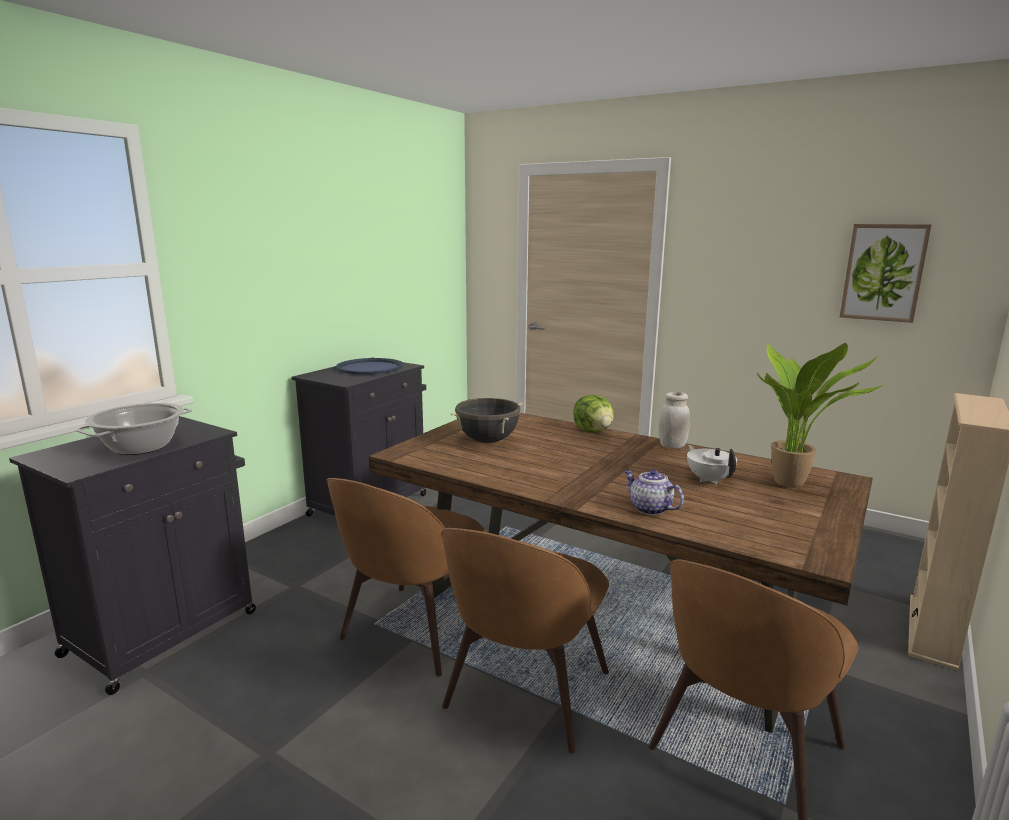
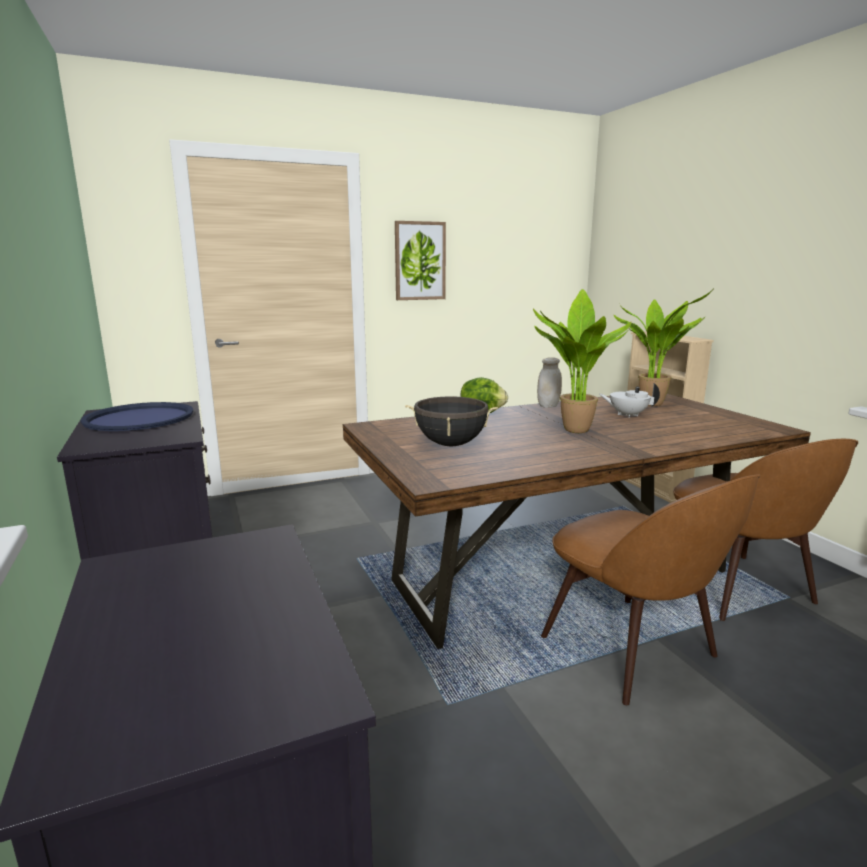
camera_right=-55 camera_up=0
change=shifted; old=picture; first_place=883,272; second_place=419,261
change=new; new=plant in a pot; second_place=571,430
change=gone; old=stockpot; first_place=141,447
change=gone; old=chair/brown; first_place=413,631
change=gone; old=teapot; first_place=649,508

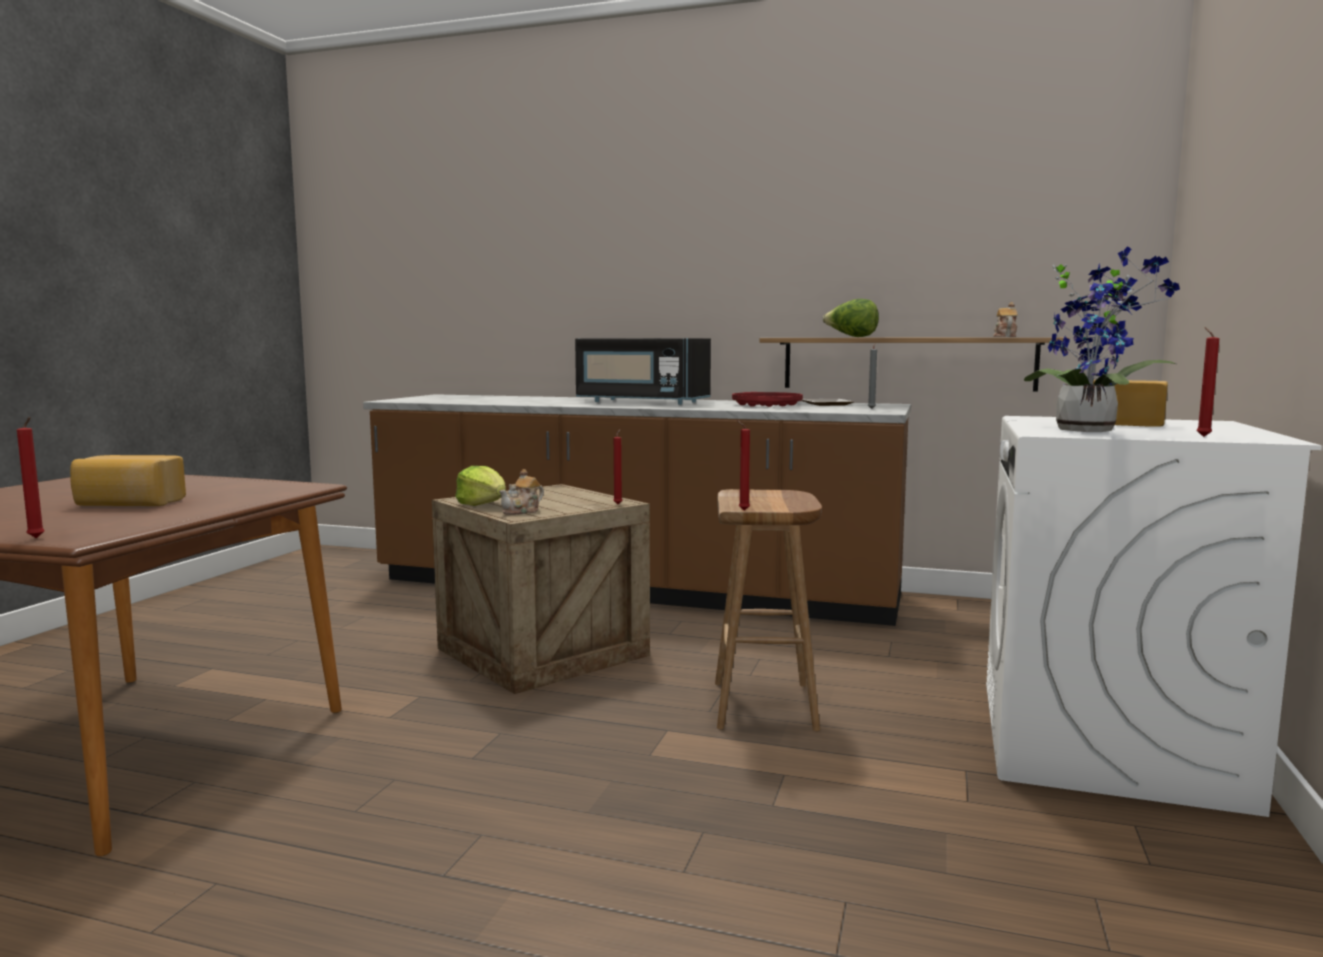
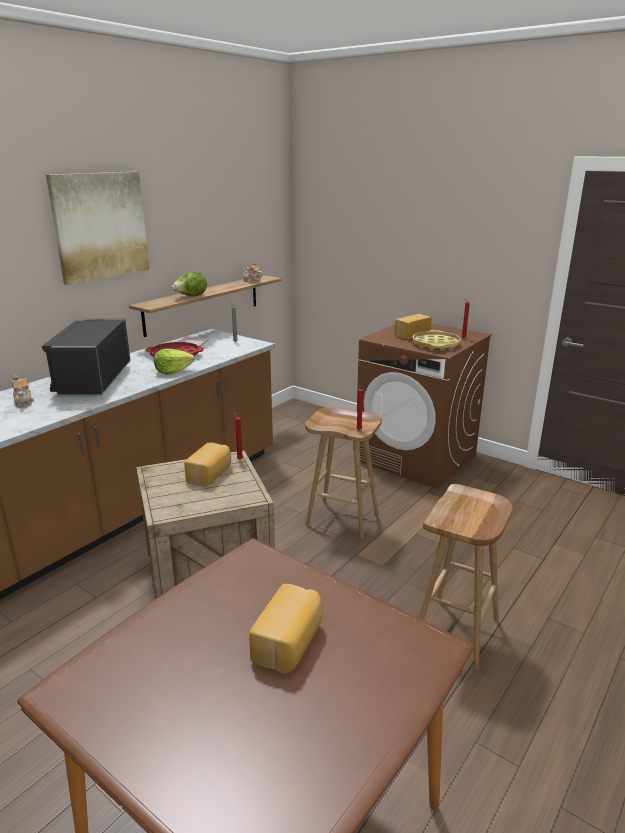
camera_right=-70 camera_up=15
change=shifted; old=teapot; first_place=522,511; second_place=24,402
change=rotated; old=microwave oven/black-coloured; first_place=640,402; second_place=94,381; degrees=135
change=new; new=picture; second_place=100,226
change=shifted; old=head of lettuce; first_place=483,504; second_place=172,371
change=new; new=bakery bread; second_place=210,474
change=repainted; old=laundry appliance/white-coloured; new=laundry appliance/brown; first_place=1106,743; second_place=416,457
change=swapped; old=plant in a pot; new=tray/yellowish; first_place=1090,430; second_place=436,344
change=new; new=stool seat/brown; second_place=456,632
change=gone; old=wax light/reddish; first_place=37,538

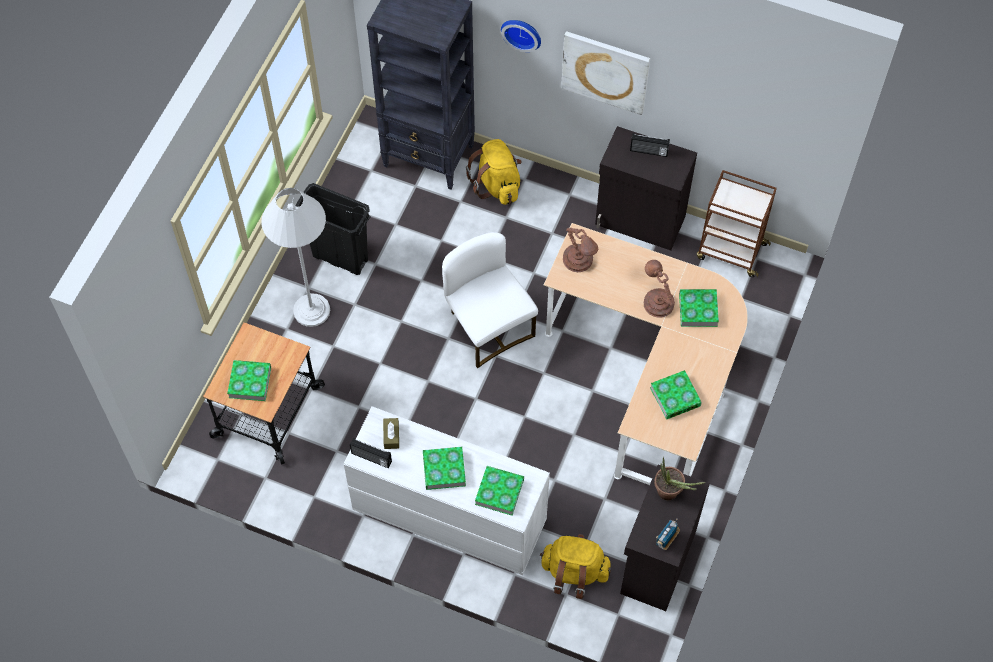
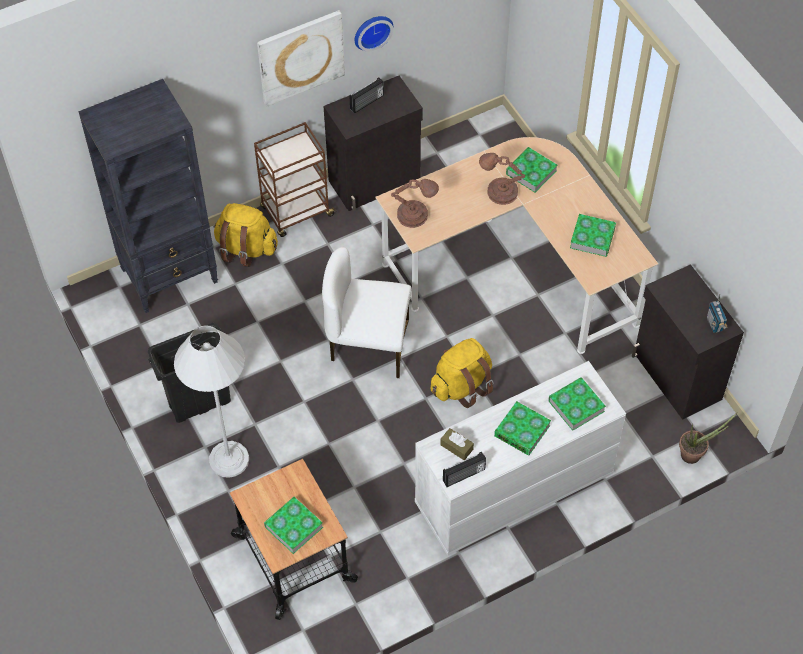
camera_right=-50 camera_up=-5
change=shifted; old=trolley/brown; first_place=730,251; second_place=296,212
change=shifted; old=clock on the wall; first_place=522,32; second_place=372,30
change=shifted; old=knapsack/yellowish; first_place=574,572; second_place=461,386
change=shifted; old=plant in a pot; first_place=671,494; second_place=695,454

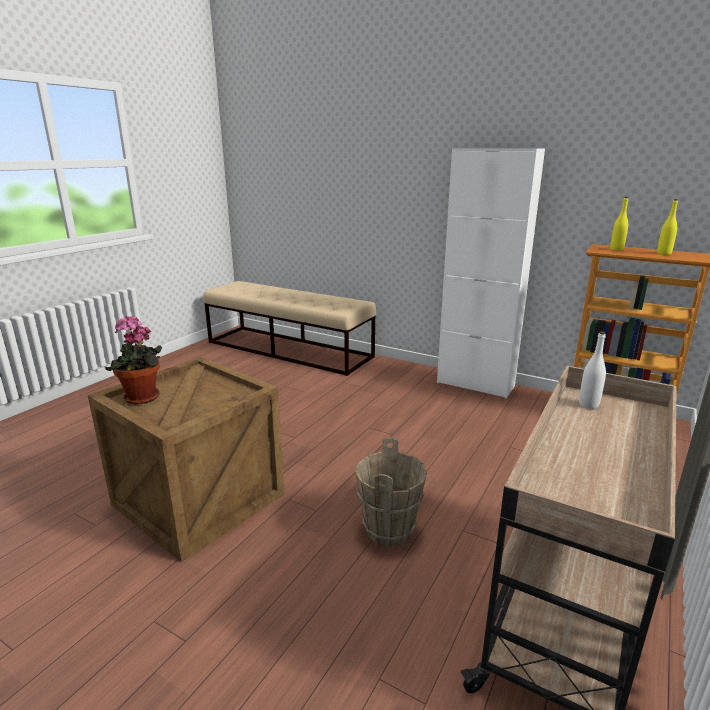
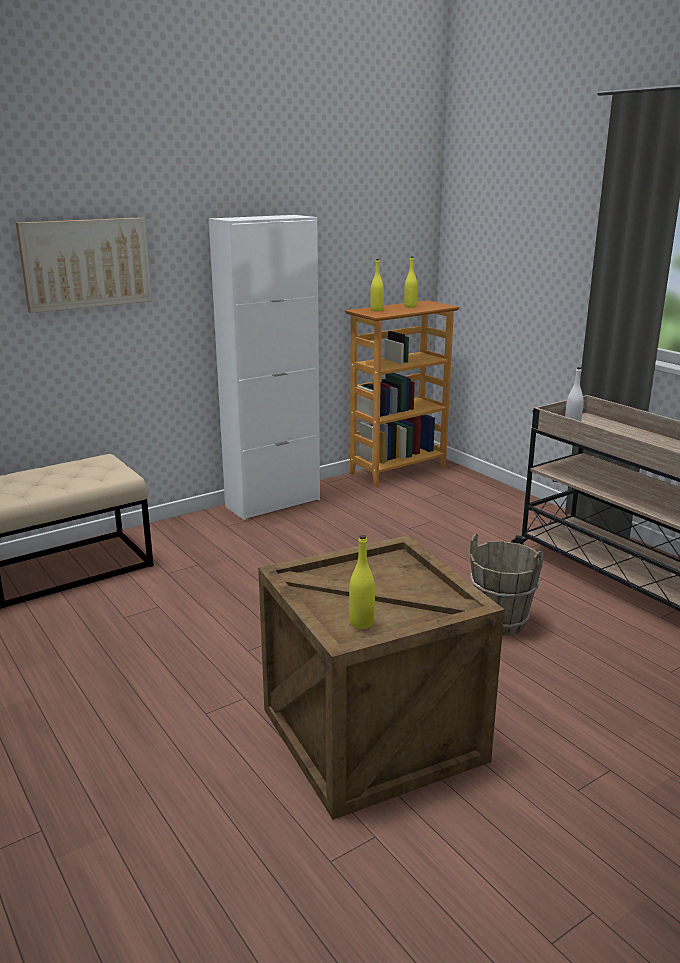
camera_right=-65 camera_up=0
change=new; new=picture; second_place=86,263
change=swapped; old=plant in a pot; new=drink bottle/yellowish; first_place=142,399; second_place=361,623

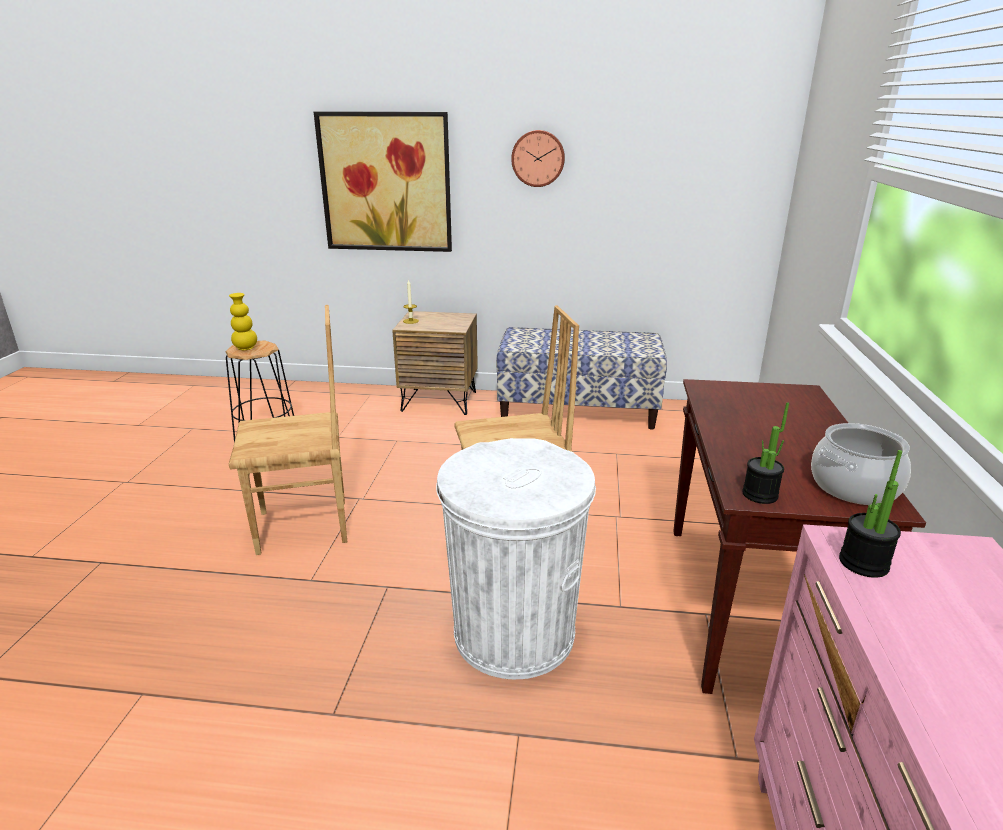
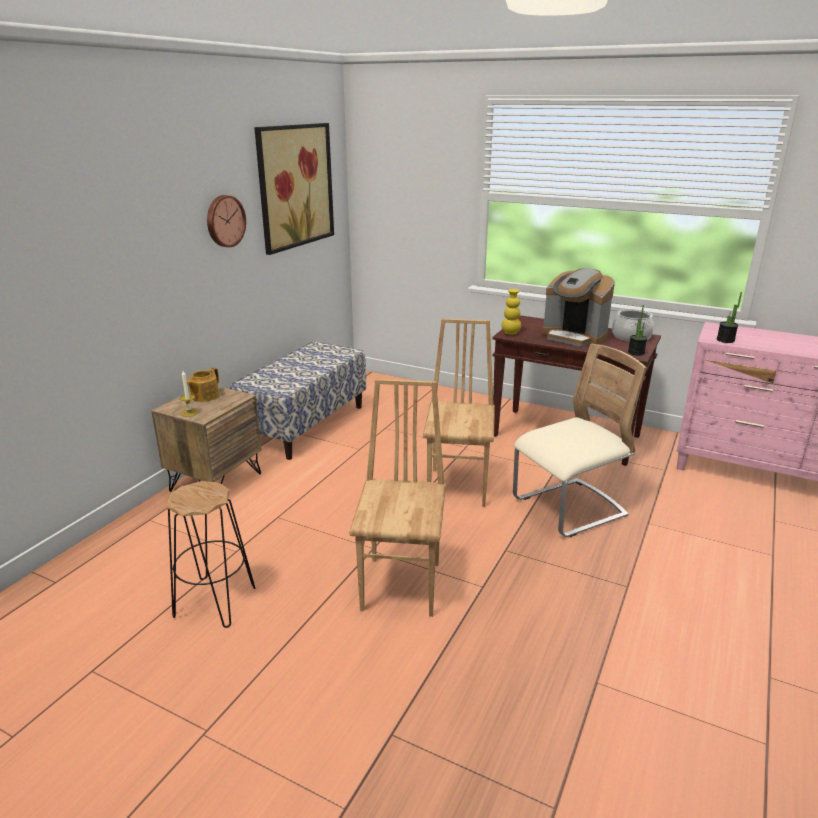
camera_right=-70 camera_up=0
change=new; new=teapot; second_place=204,396
change=shifted; old=picture; first_place=386,183; second_place=295,186
change=shifted; old=vase/yellowish; first_place=246,348; second_place=510,333
change=swapped; old=rubbish bin/white-coloured; new=chair/sand-coloured; first_place=514,633; second_place=569,509
change=new; new=coffee maker; second_place=574,337

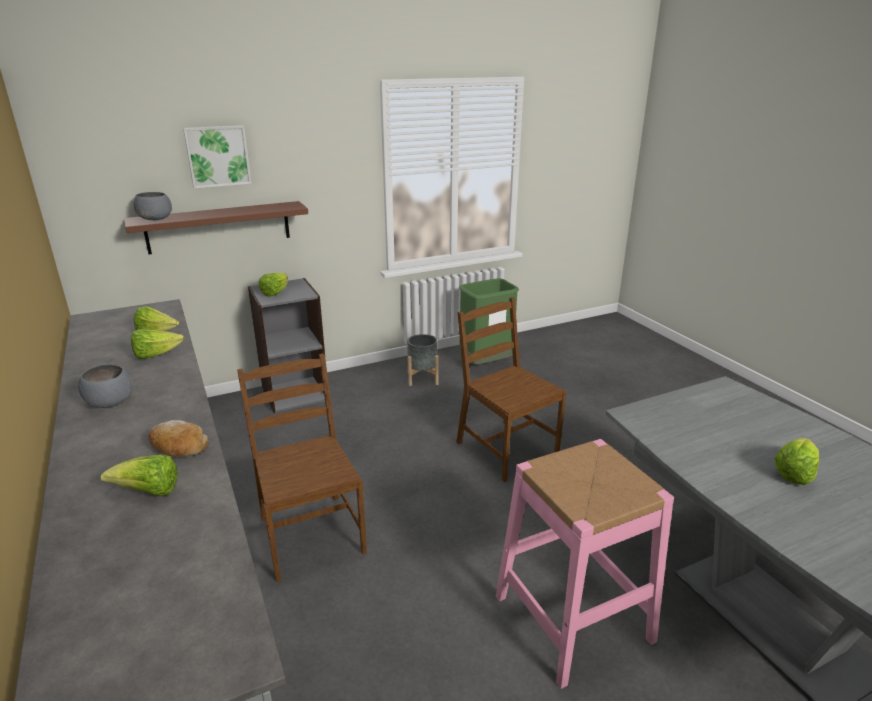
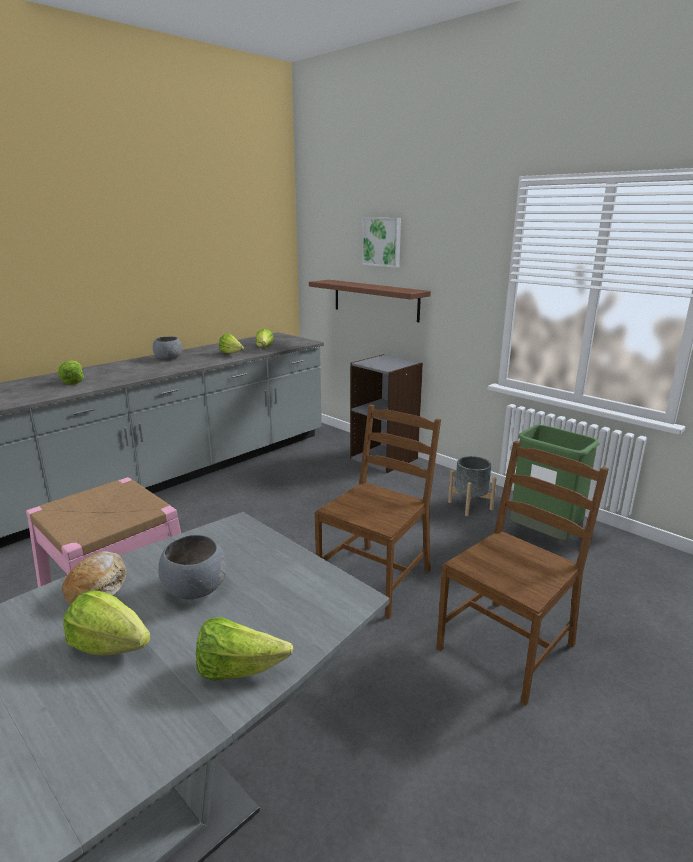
camera_right=70 camera_up=-5
change=shifted; old=bakery bread; first_place=178,447; second_place=98,588
change=shifted; old=bowl/gray; first_place=156,219; second_place=195,589
change=shifted; old=head of lettuce; first_place=275,293; second_place=238,670
change=shifted; old=chair/brown; first_place=310,535; second_place=507,647

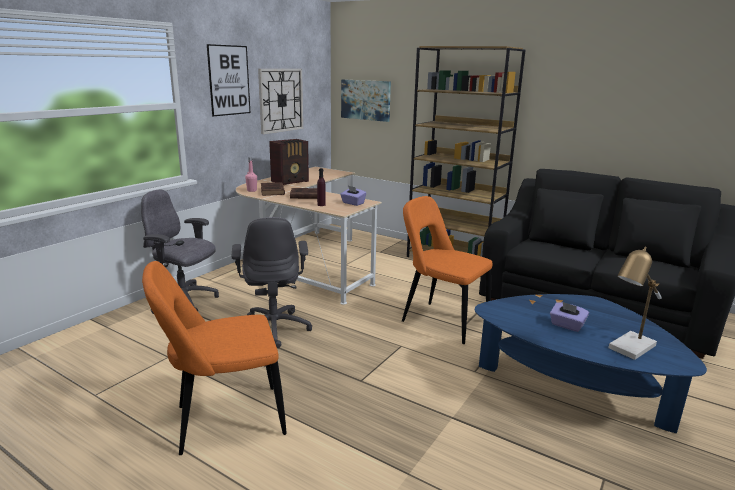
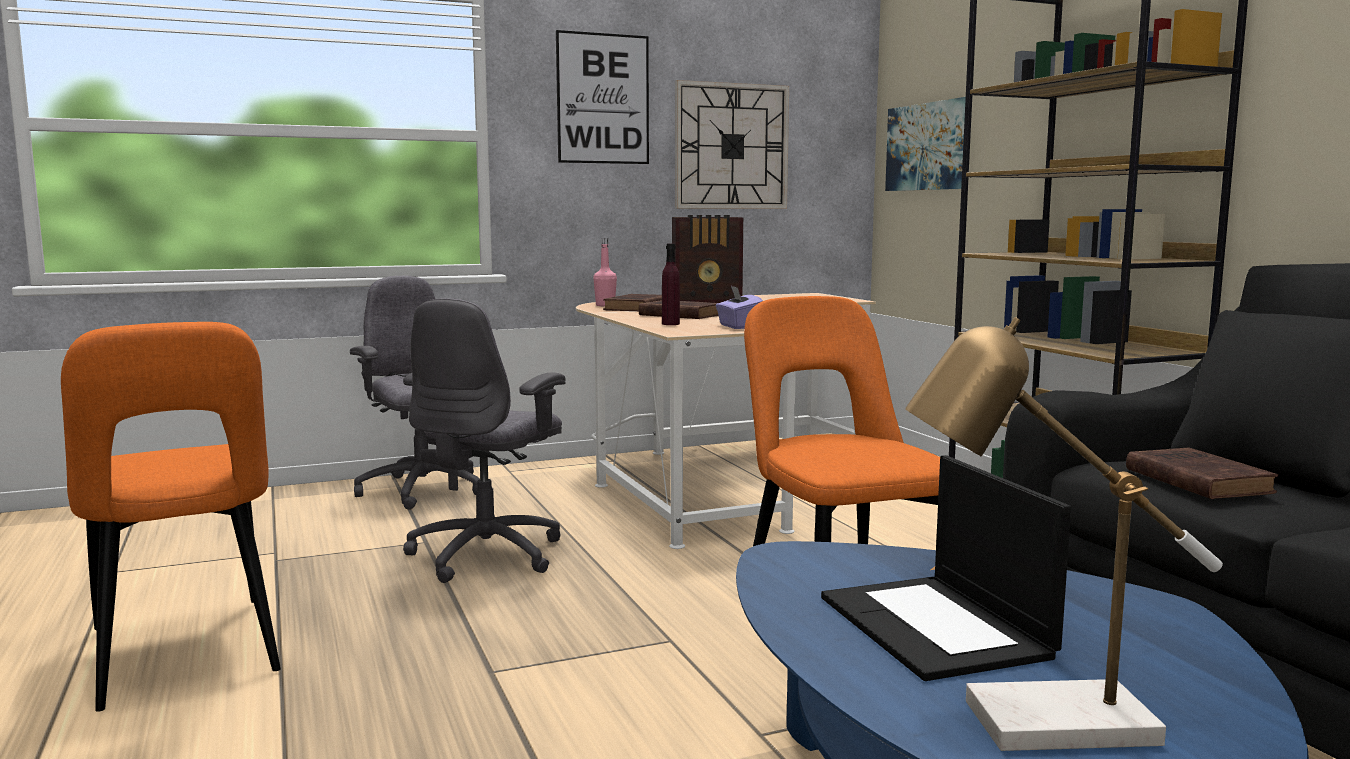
camera_right=35 camera_up=-10
change=rotated; old=chair/orange; first_place=224,421; second_place=185,656; degrees=-135
change=swapped; old=tissue box/purple-coloured; new=notebook computer; first_place=566,325; second_place=937,627
change=new; new=book/brown; second_place=1195,480

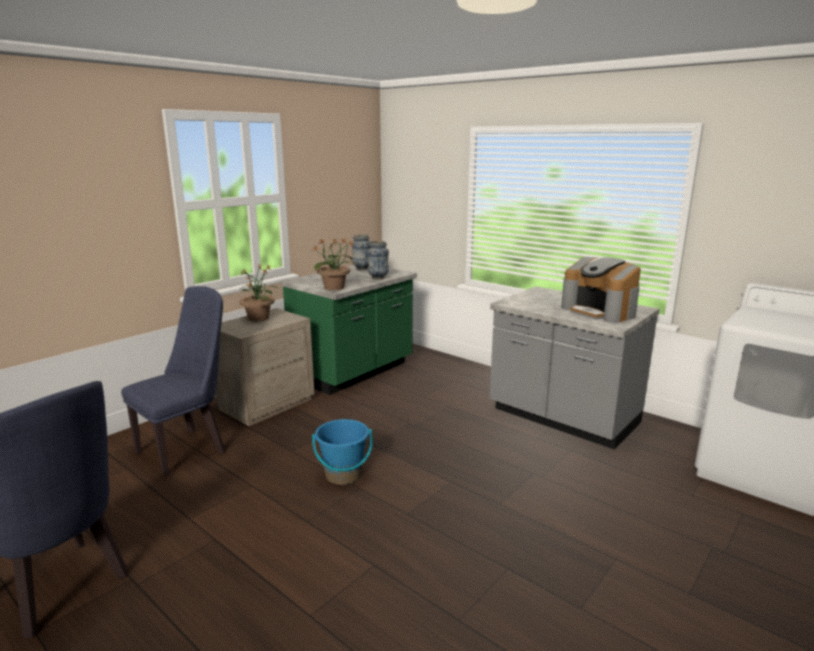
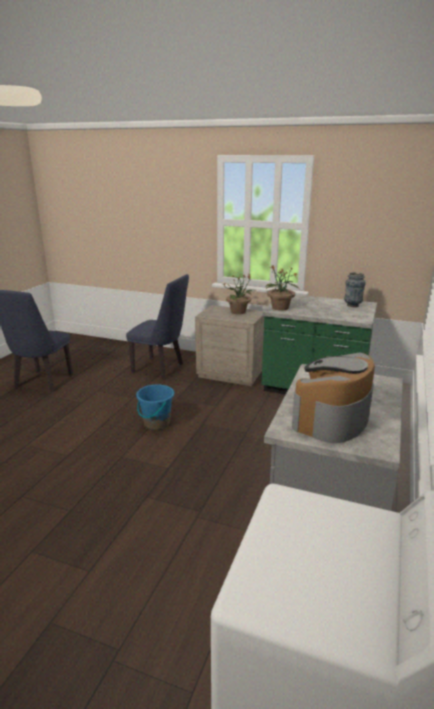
camera_right=70 camera_up=5
change=gone; old=vase; first_place=378,278

